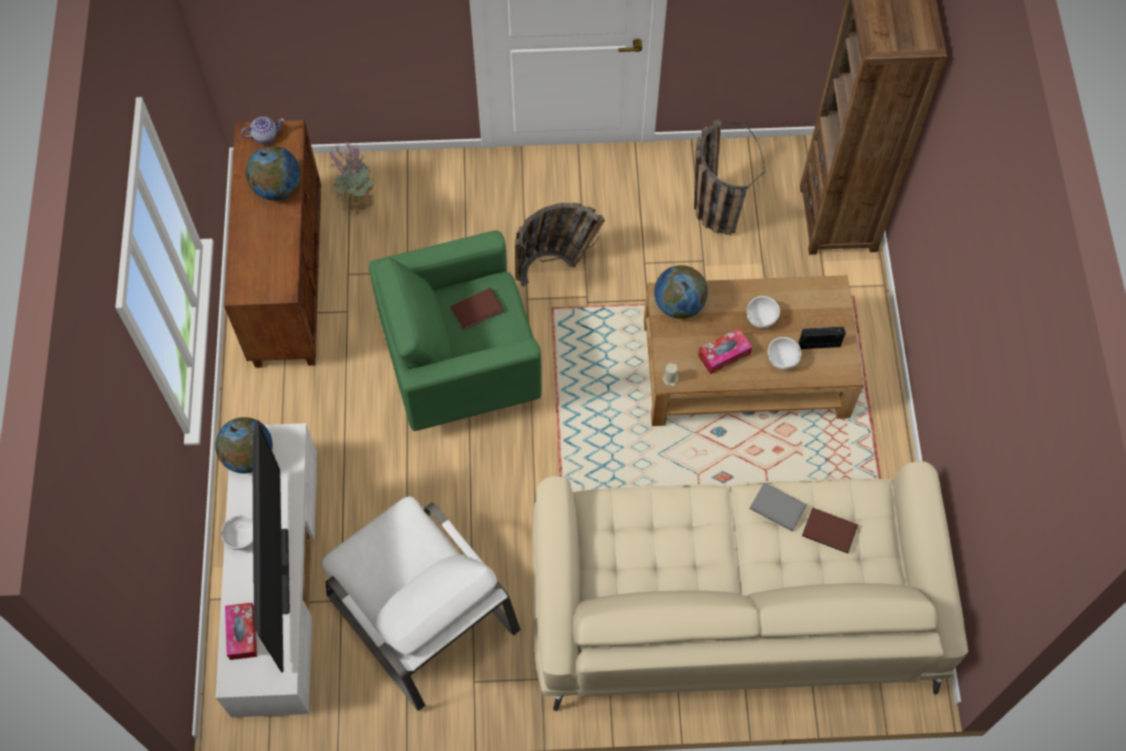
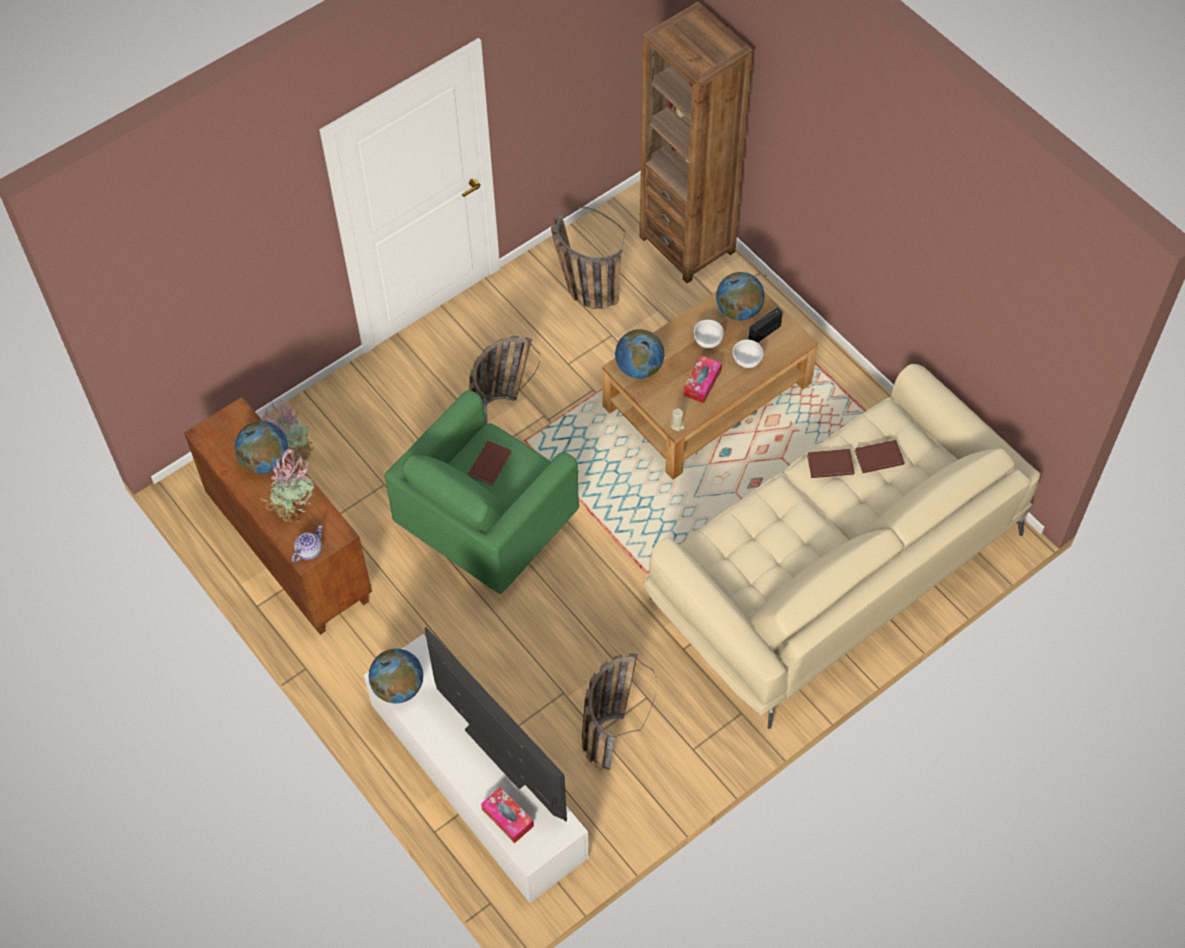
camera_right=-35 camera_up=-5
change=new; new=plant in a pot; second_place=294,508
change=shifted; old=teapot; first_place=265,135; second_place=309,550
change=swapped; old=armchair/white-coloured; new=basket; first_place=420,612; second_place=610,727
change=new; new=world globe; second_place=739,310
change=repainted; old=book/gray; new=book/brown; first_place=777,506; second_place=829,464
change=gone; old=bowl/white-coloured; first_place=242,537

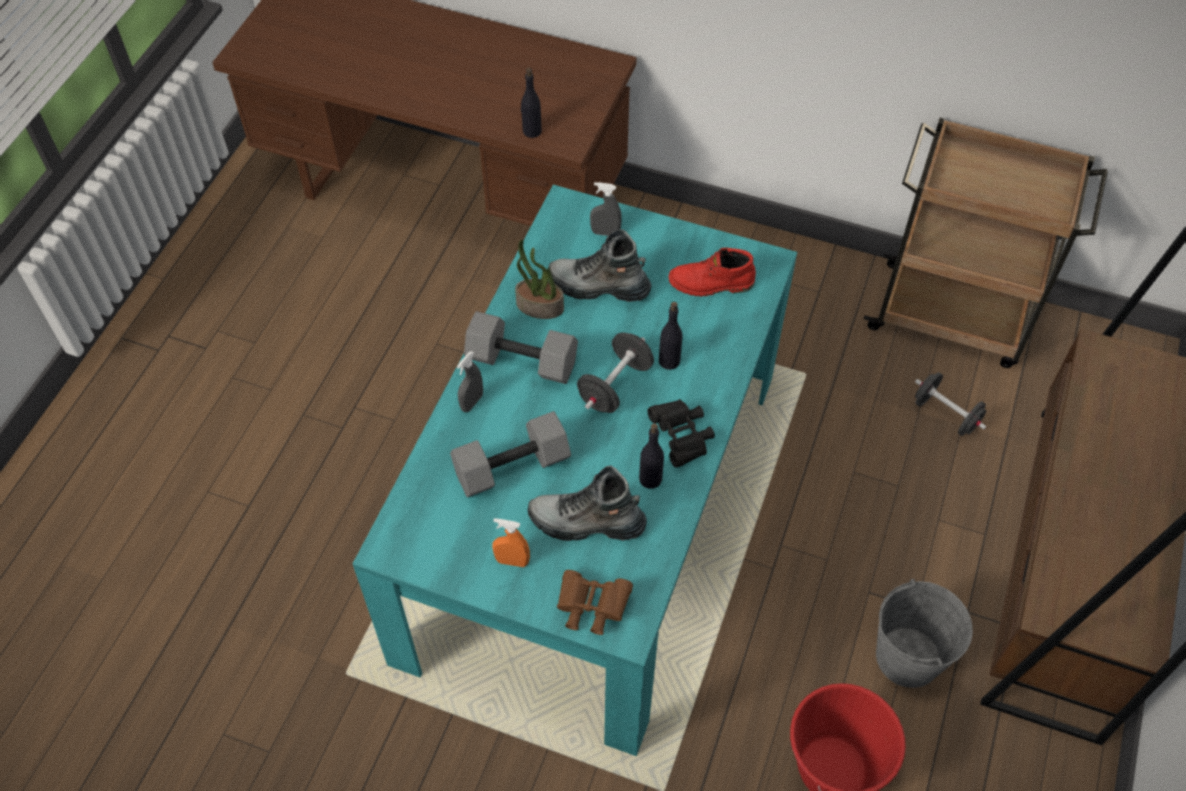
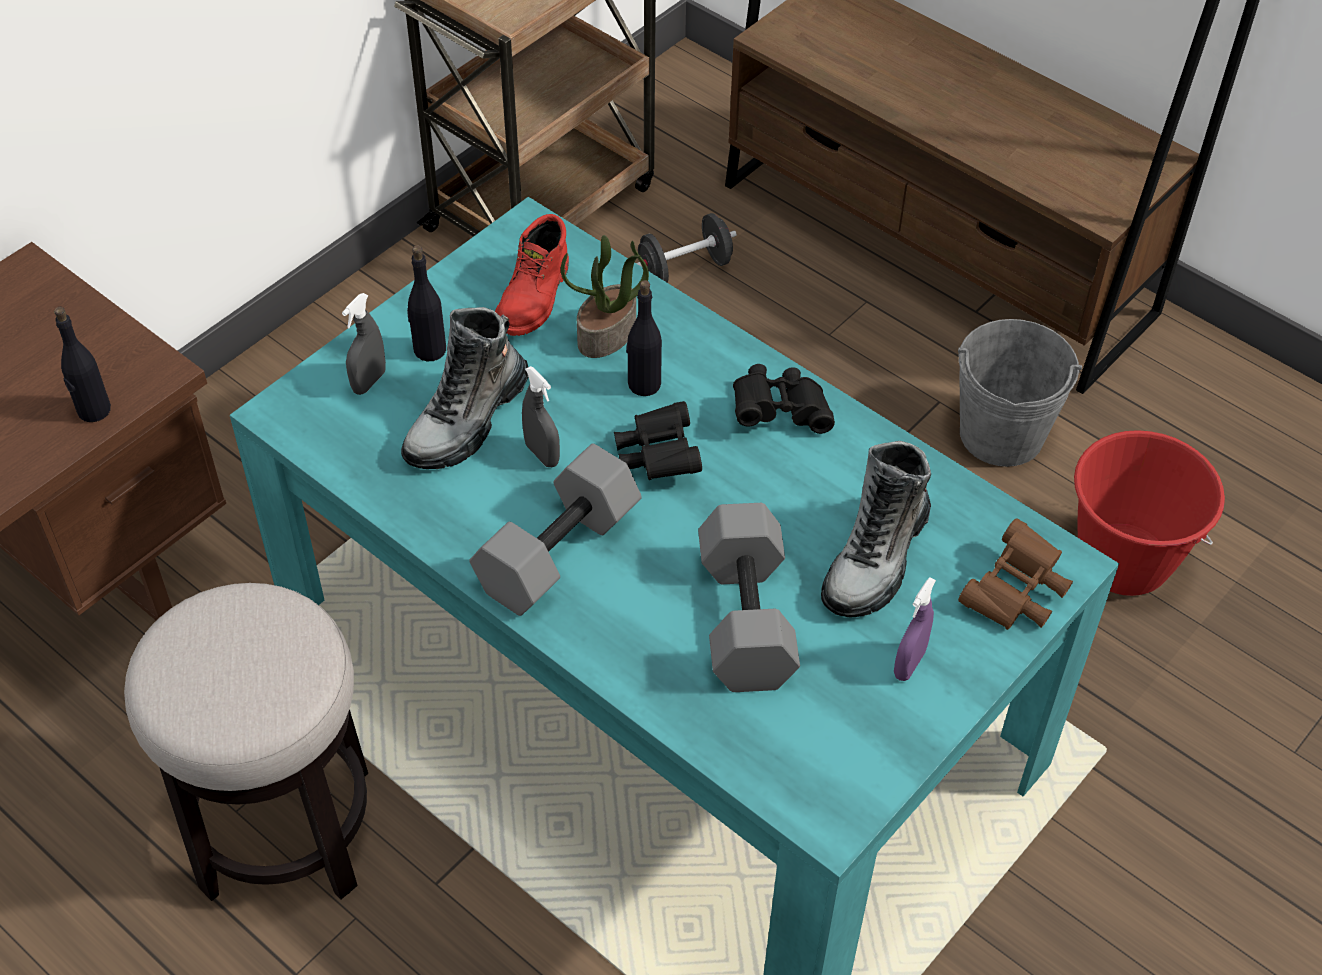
camera_right=-70 camera_up=-5
change=new; new=stool seat; second_place=285,830
change=shifted; old=drink bottle/black-coloured; first_place=650,478; second_place=429,350
change=shifted; old=hand sprayer/gray; first_place=472,402; second_place=542,454
change=shifted; old=plant in a pot; first_place=539,307; second_place=607,335
change=swapped; old=free weight/black-coloured; new=field glasses/black-coloured; first_place=615,386; second_place=658,456
change=repainted; old=hand sprayer/orange; new=hand sprayer/purple-coloured; first_place=512,561; second_place=909,664

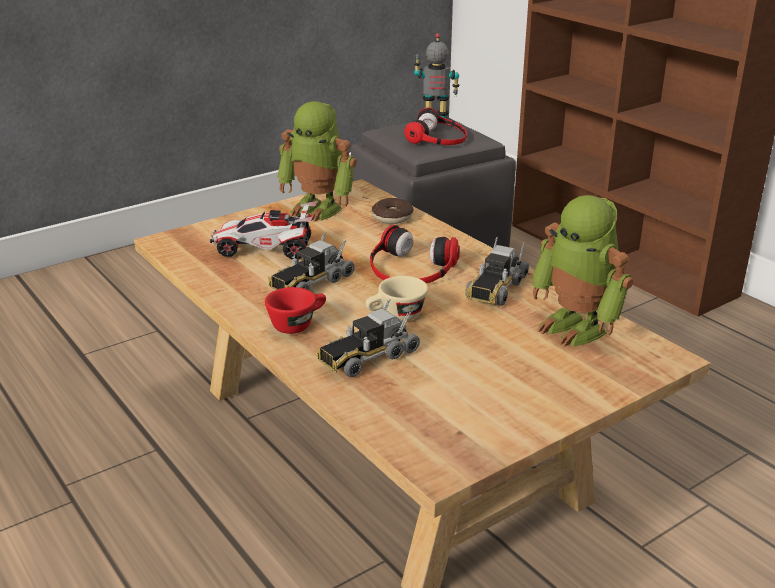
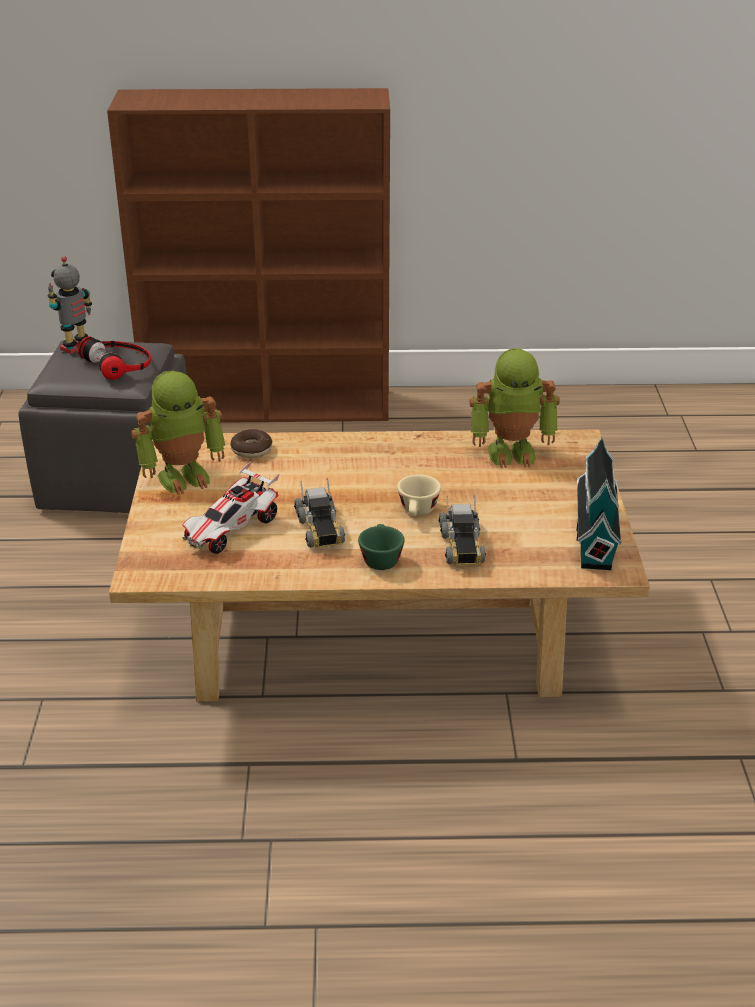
camera_right=-55 camera_up=5
change=repainted; old=cup/reddish; new=cup/greenish; first_place=297,324; second_place=380,558
change=new; new=miniature house; second_place=595,534
change=gone; old=headset; first_place=411,268
change=gone; old=toy truck; first_place=495,289

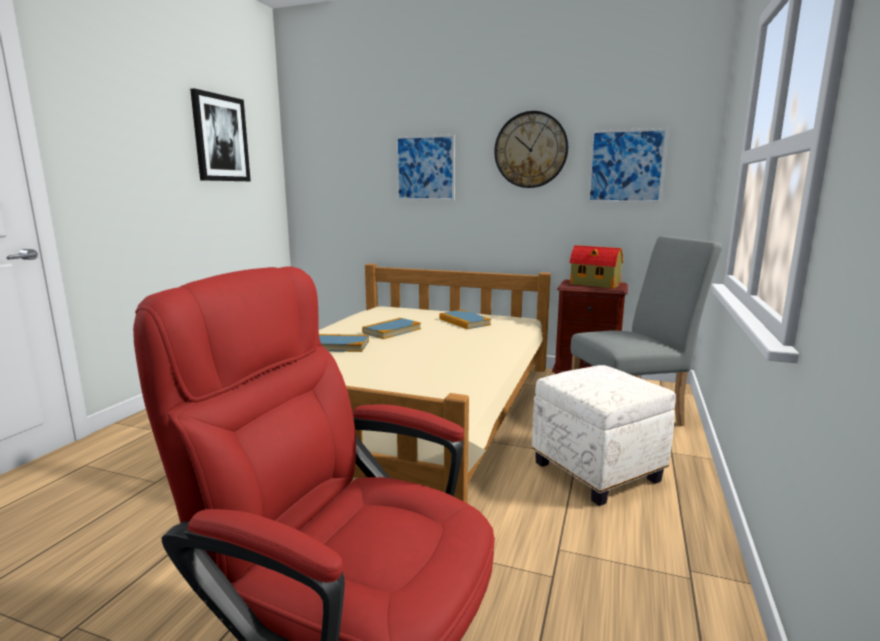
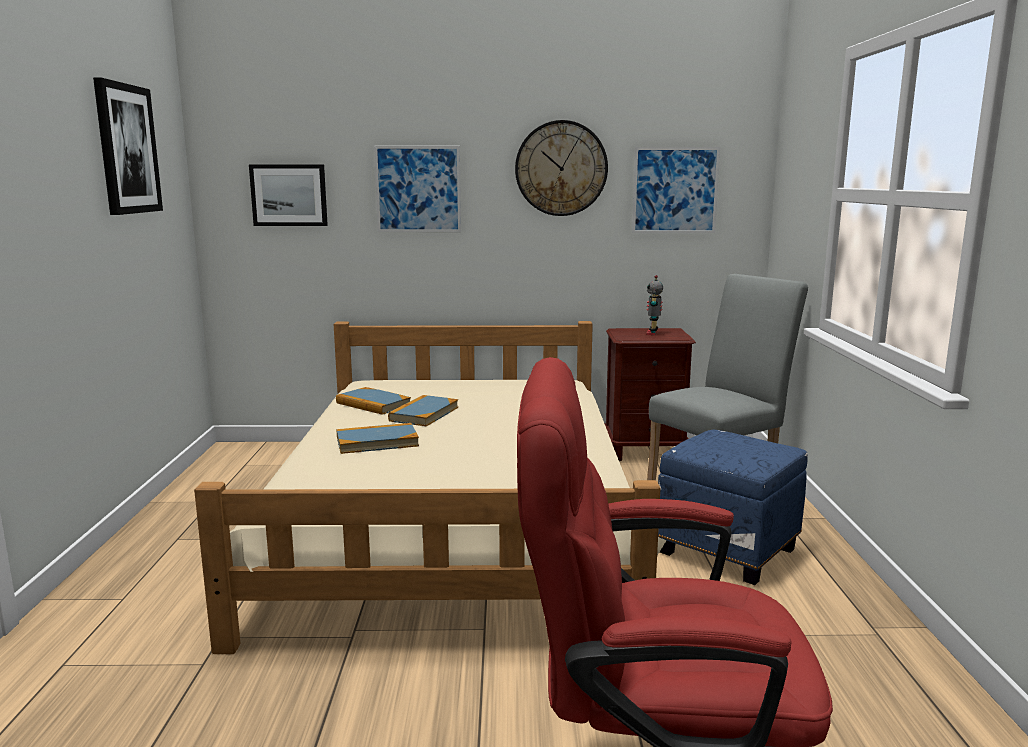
camera_right=-20 camera_up=0
change=new; new=picture; second_place=289,195
change=shifted; old=book; first_place=464,322; second_place=373,404
change=swapped; old=miniature house; new=toy robot; first_place=595,285; second_place=653,333
change=repainted; old=pouffe/white-coloured; new=pouffe/blue; first_place=598,472; second_place=729,551

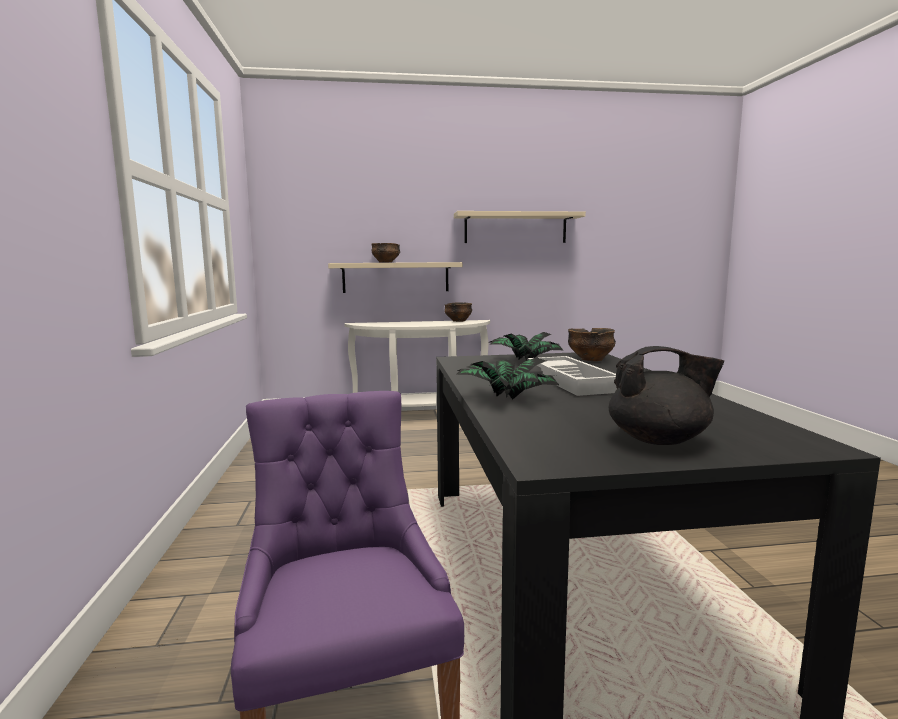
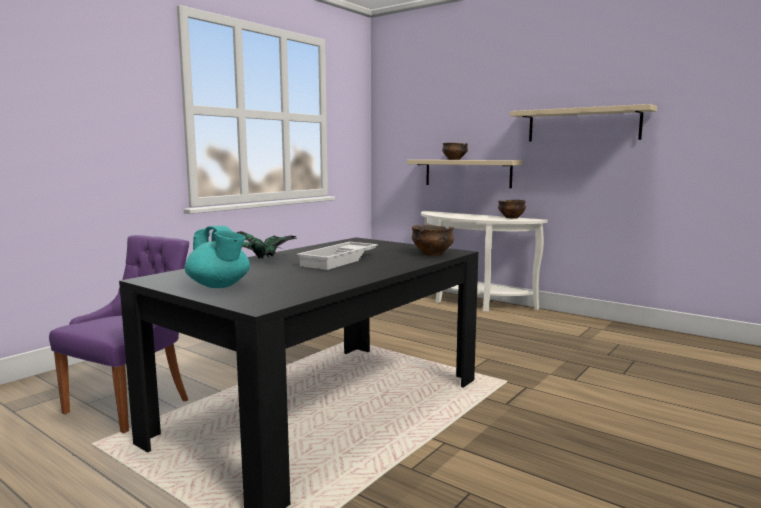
camera_right=45 camera_up=0
change=repainted; old=teapot/black-coloured; new=teapot/turquoise; first_place=659,440; second_place=219,286
change=gone; old=plant in a pot; first_place=524,361

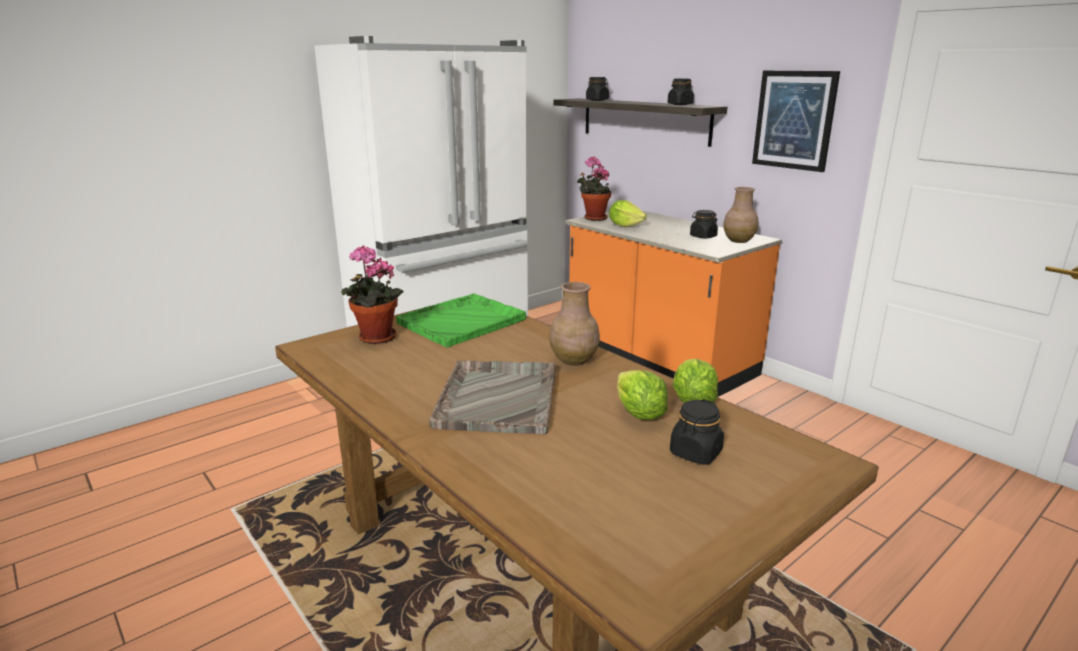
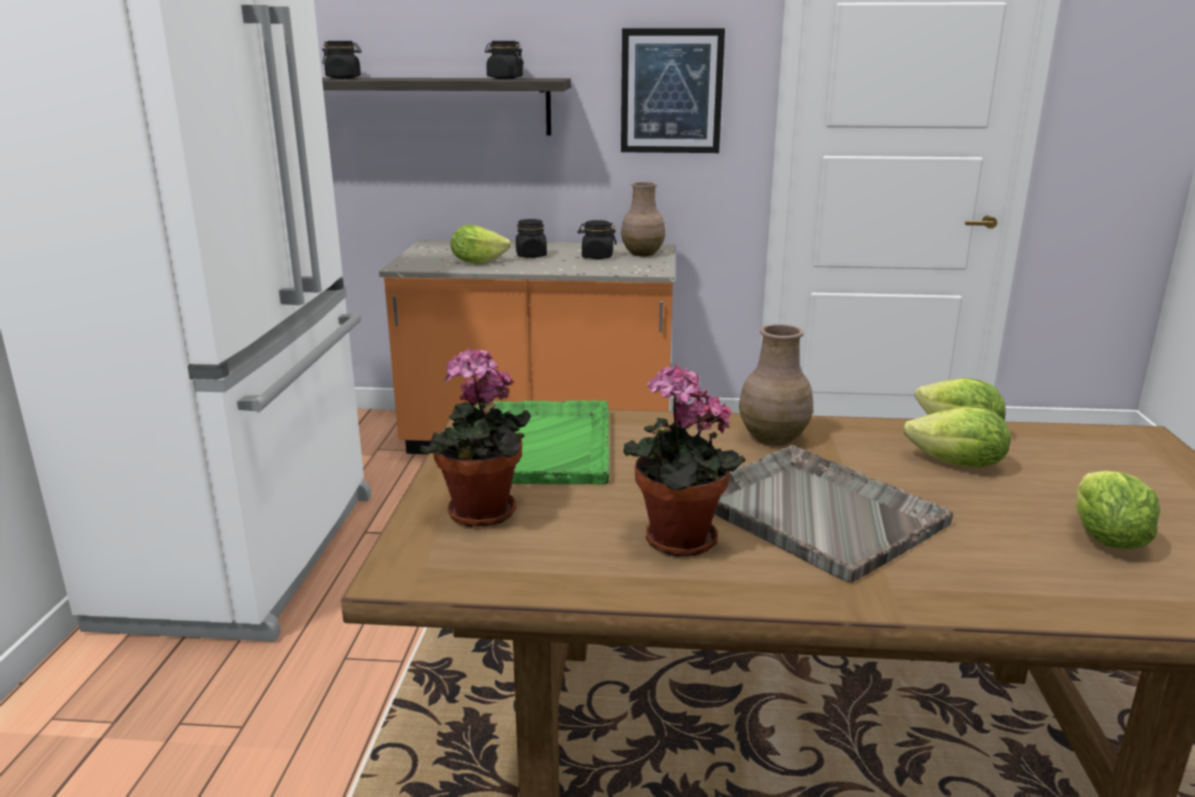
camera_right=-45 camera_up=0
change=shifted; old=preserve jar/black-coloured; first_place=695,453; second_place=531,255
change=shifted; old=plant in a pot; first_place=593,218; second_place=675,542
change=new; new=head of lettuce; second_place=1105,538

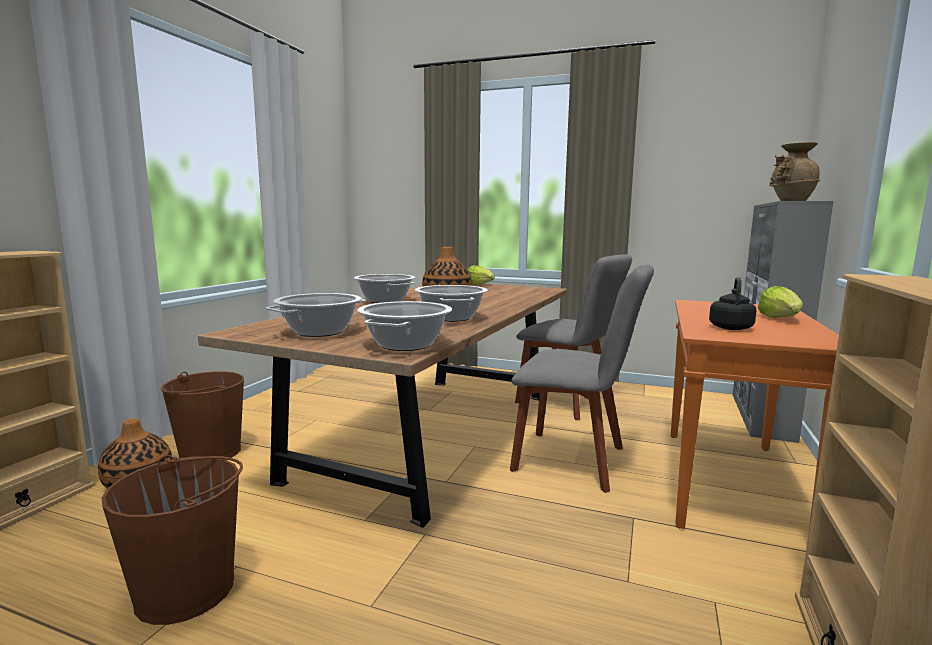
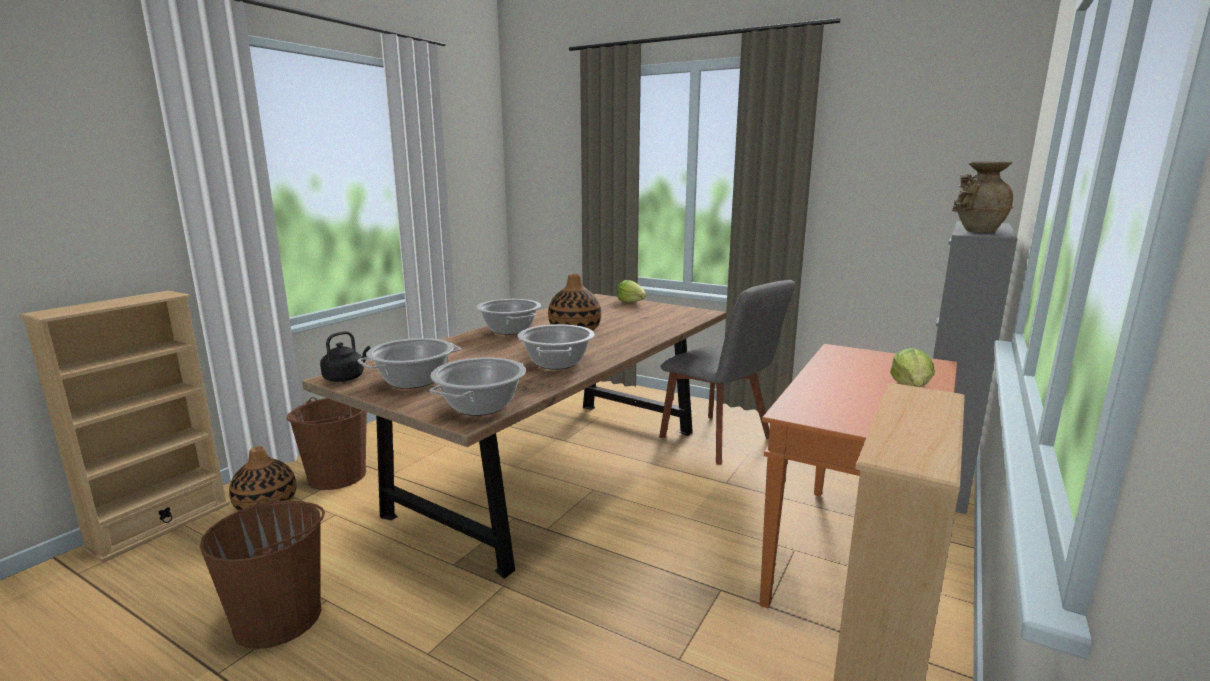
camera_right=10 camera_up=5
change=shifted; old=tea kettle/black-coloured; first_place=730,327; second_place=346,378
change=gone; old=chair/gray; first_place=576,460

